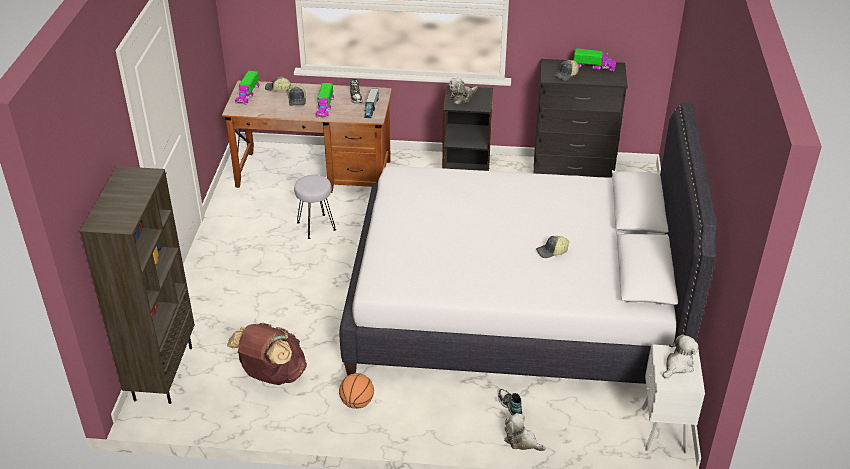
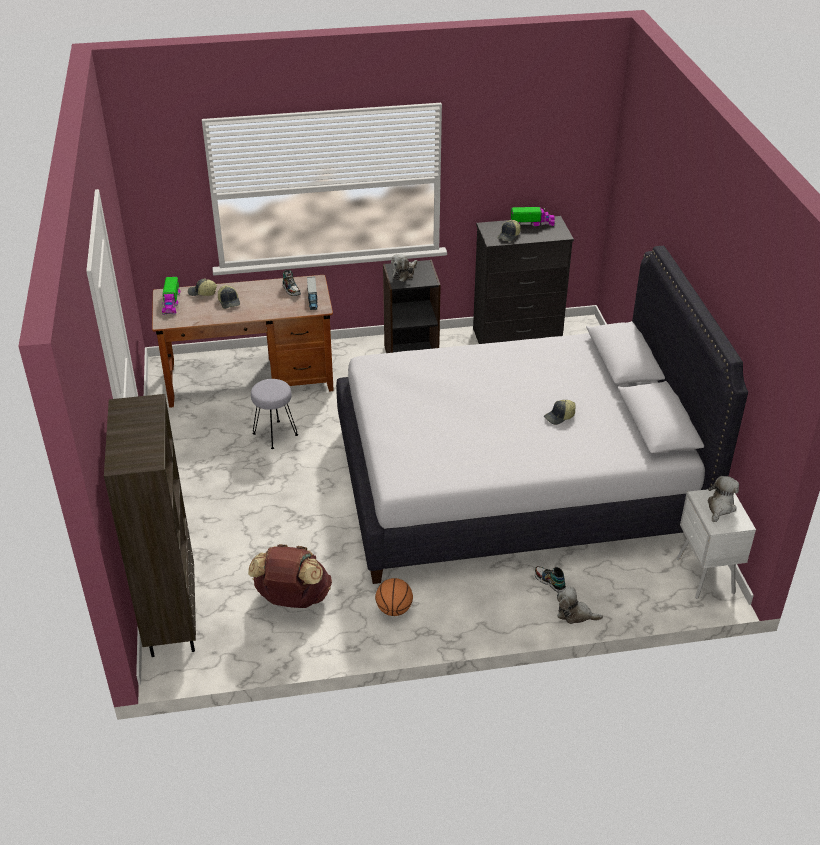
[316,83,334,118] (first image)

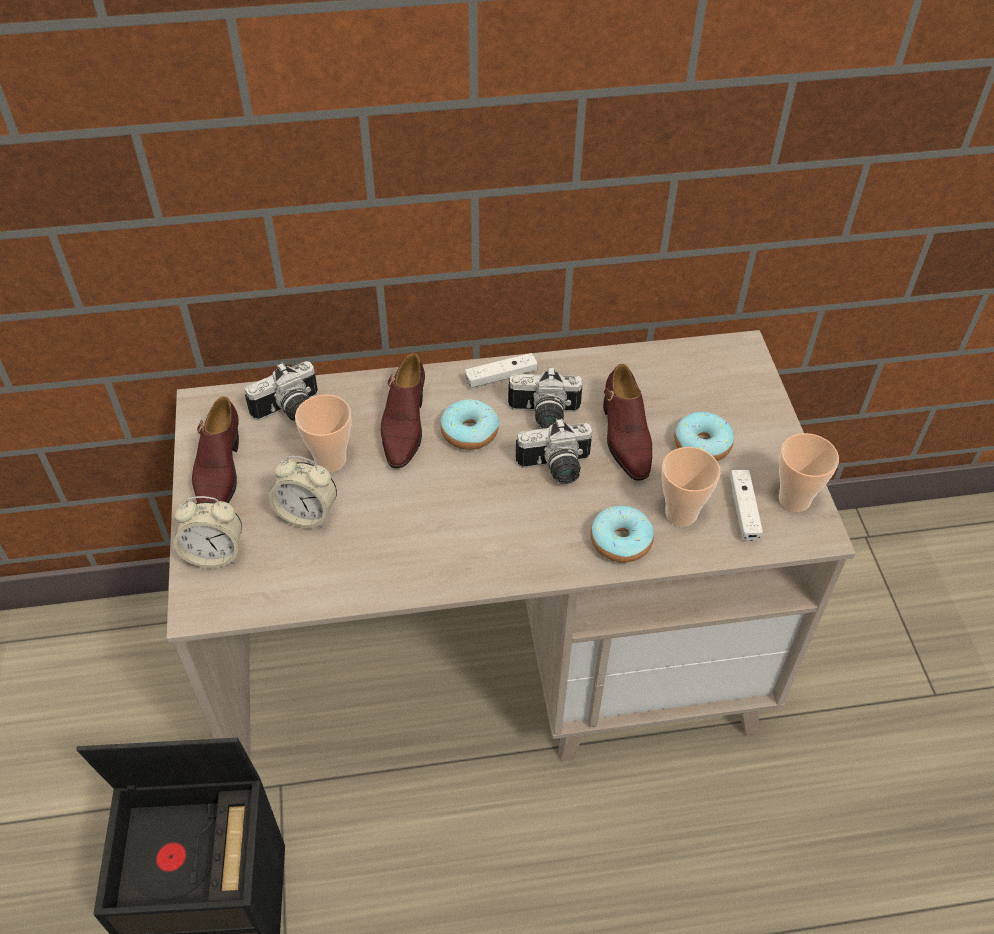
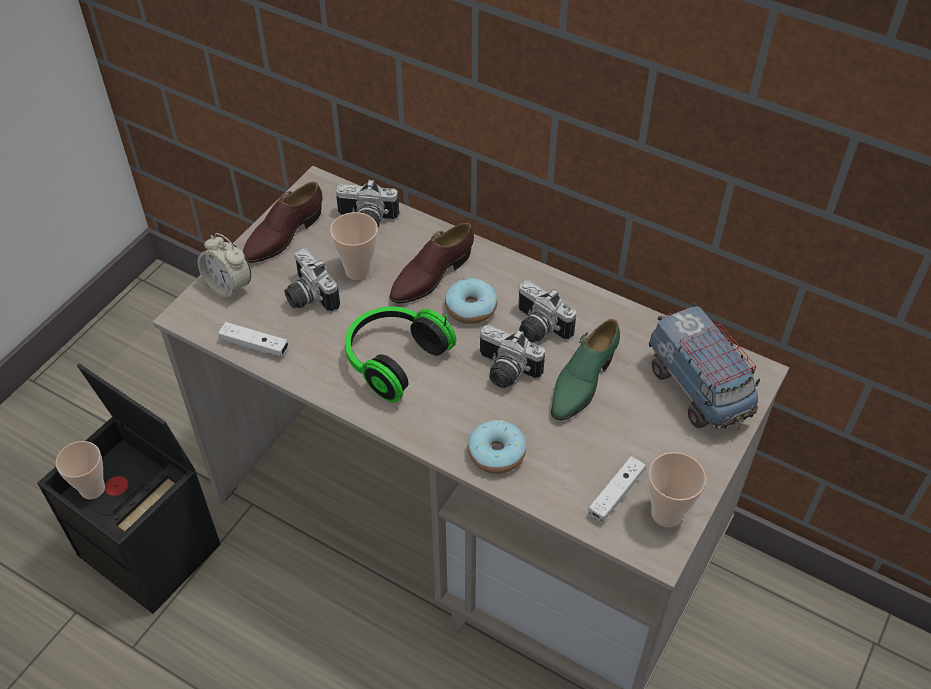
[674,412,734,461] (first image)
[345,307,456,402]
[649,302,760,429]
[218,322,288,357]
[56,441,105,500]
[284,248,340,312]
[551,319,620,420]

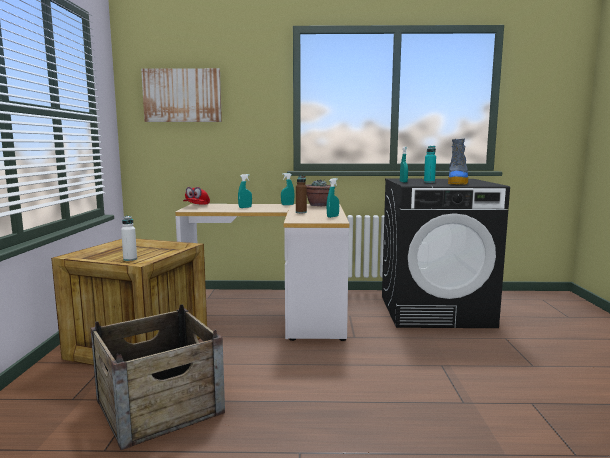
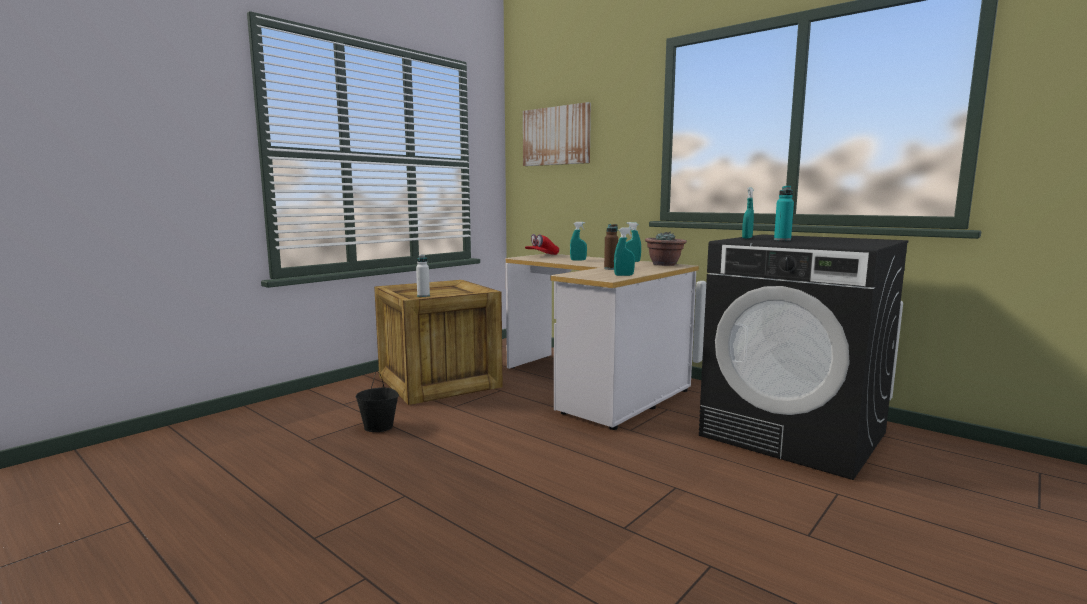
[448,138,468,185] (first image)
[356,371,399,432]

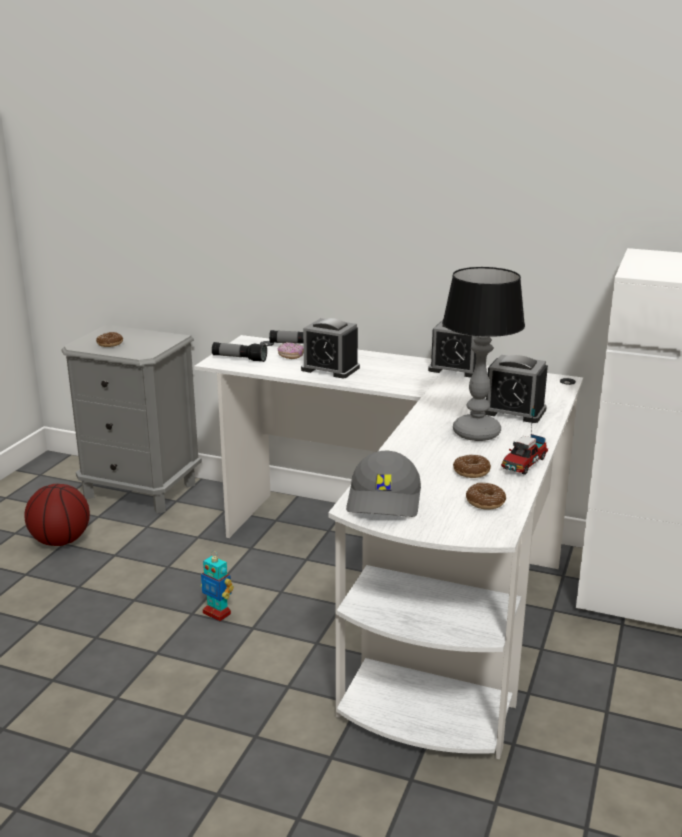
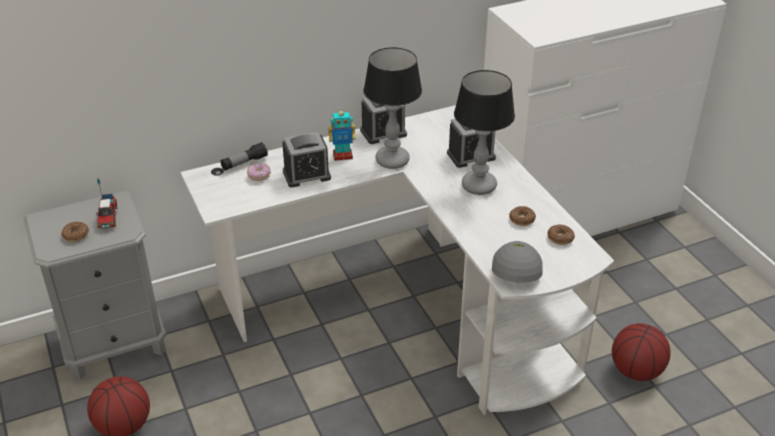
[212,342,267,362] (first image)
[363,47,422,169]
[612,323,671,381]
[328,107,356,161]
[96,179,118,229]
[492,241,543,283]

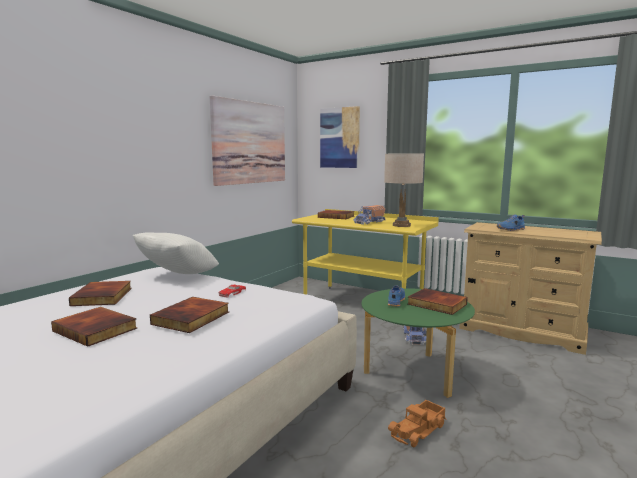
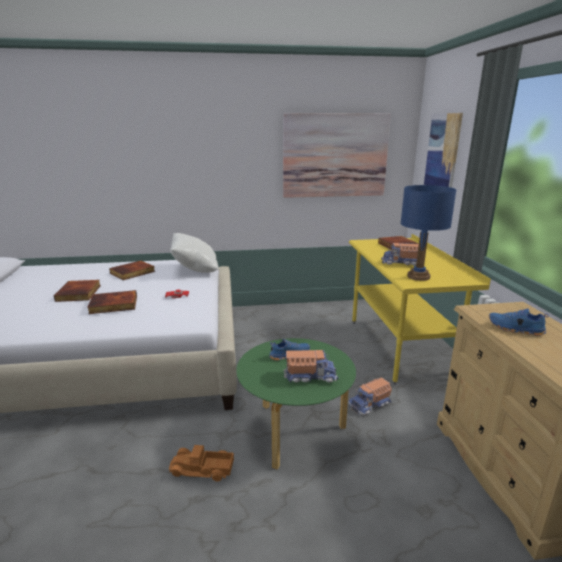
[284,350,338,383]
[400,185,456,281]

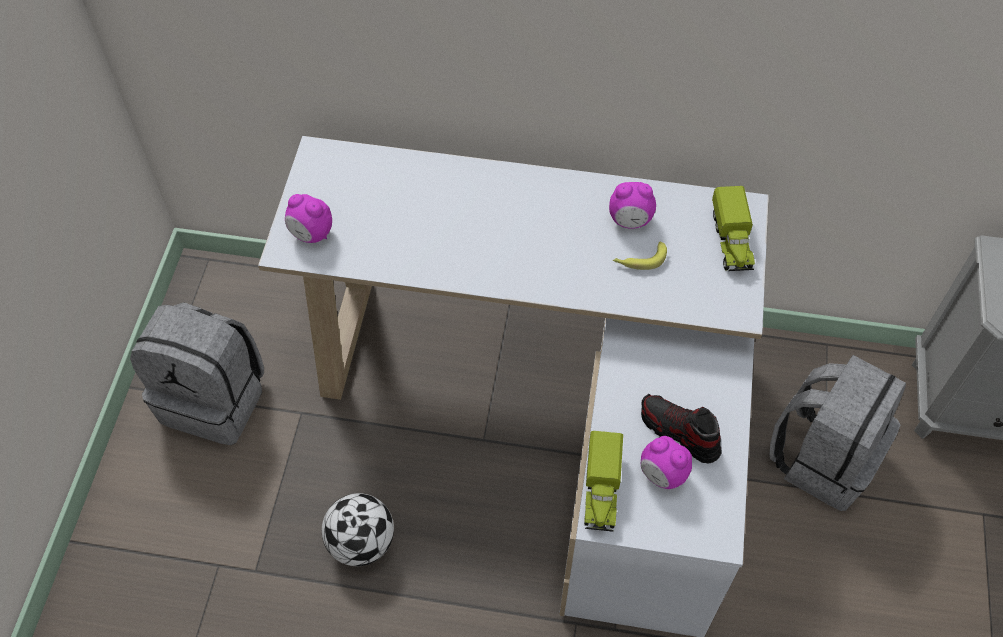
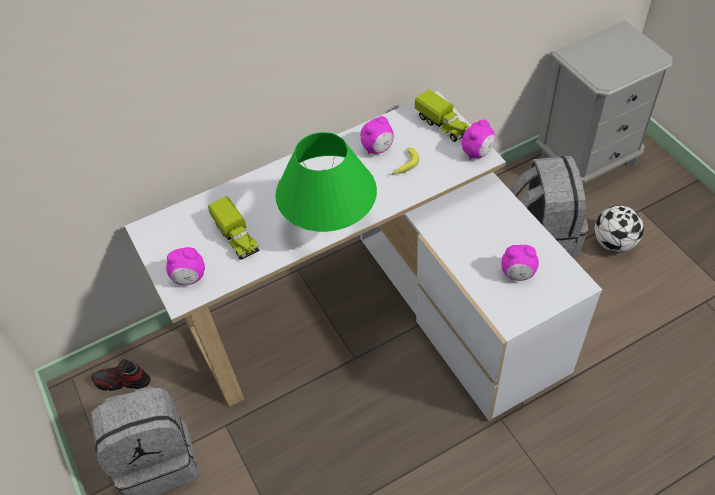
[275,132,377,232]
[462,120,495,160]
[594,205,644,253]
[208,196,260,260]
[91,359,150,391]

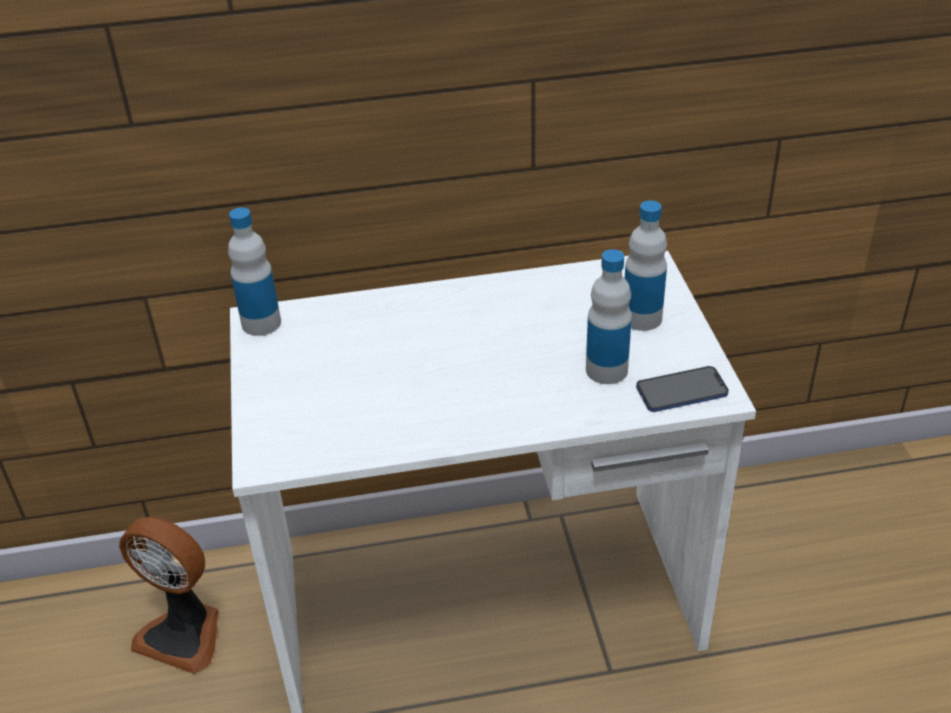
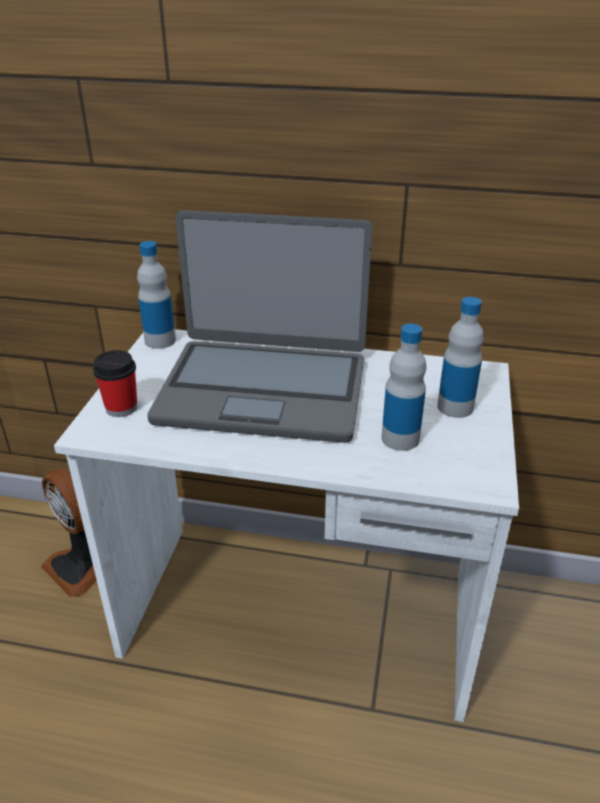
[636,366,729,412] (first image)
[93,350,137,417]
[147,210,372,443]

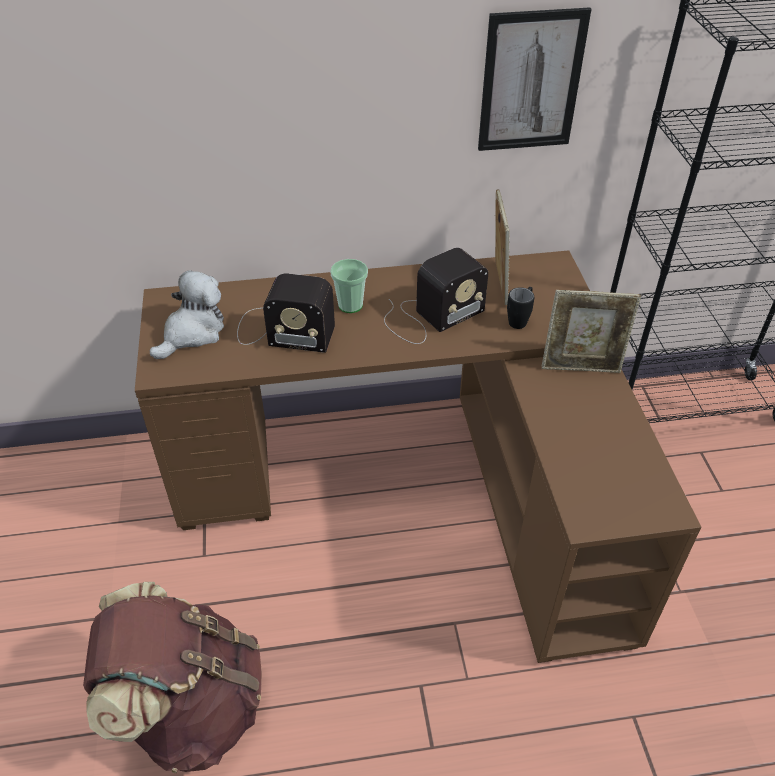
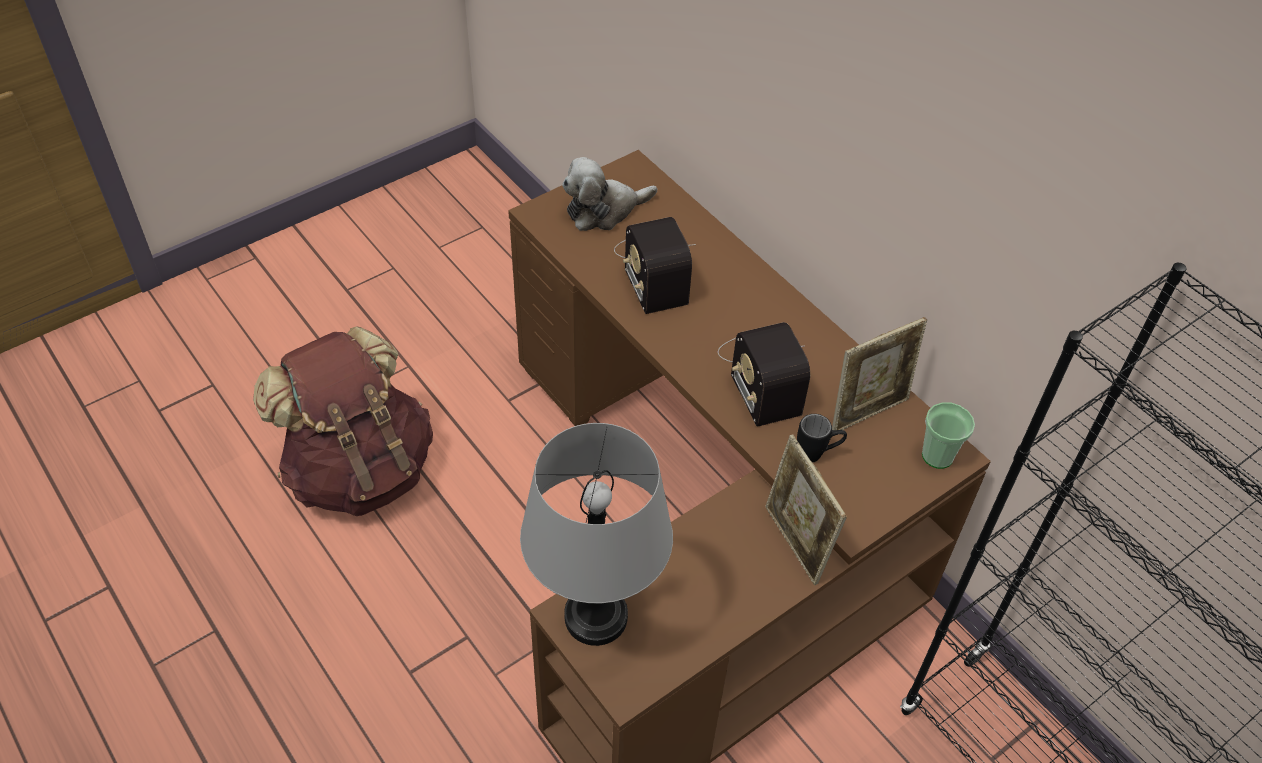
[478,7,592,151] (first image)
[520,423,673,646]
[922,402,975,469]
[562,157,657,231]
[718,322,810,427]

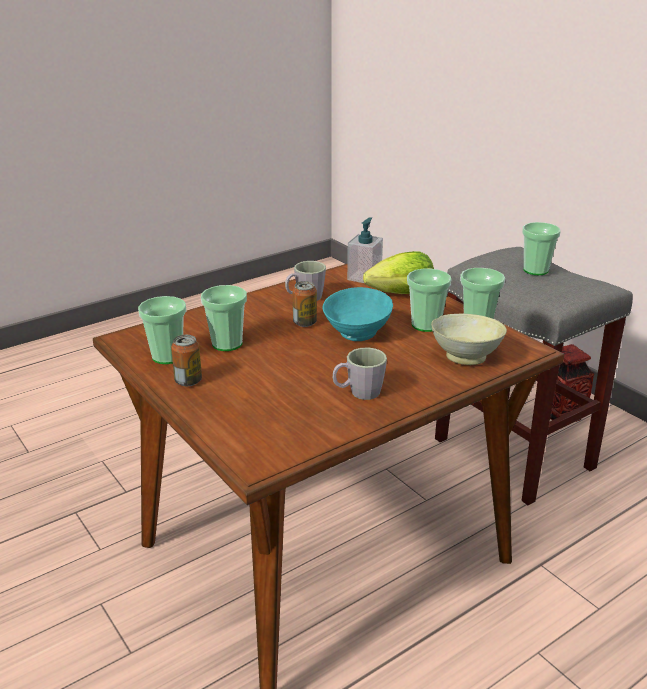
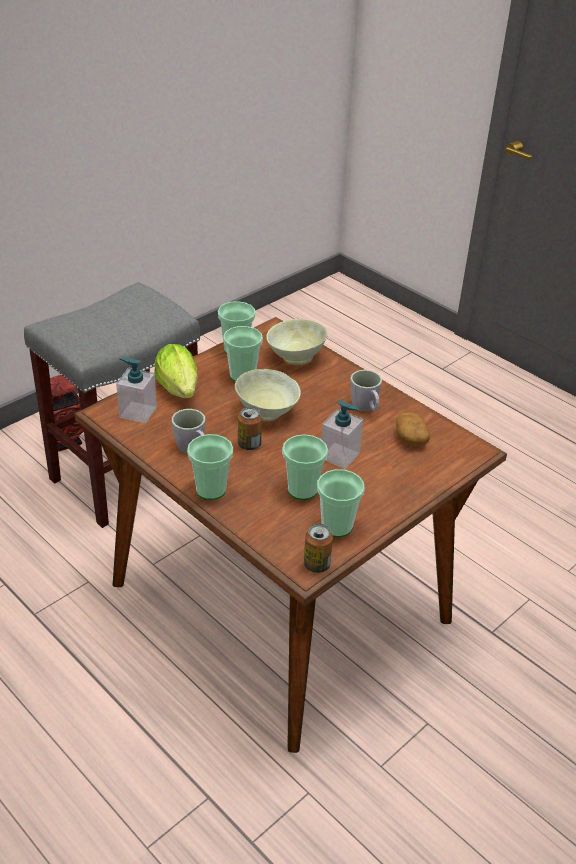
[321,400,363,469]
[396,412,430,446]
[304,524,333,573]
[187,434,233,500]
[235,369,301,421]

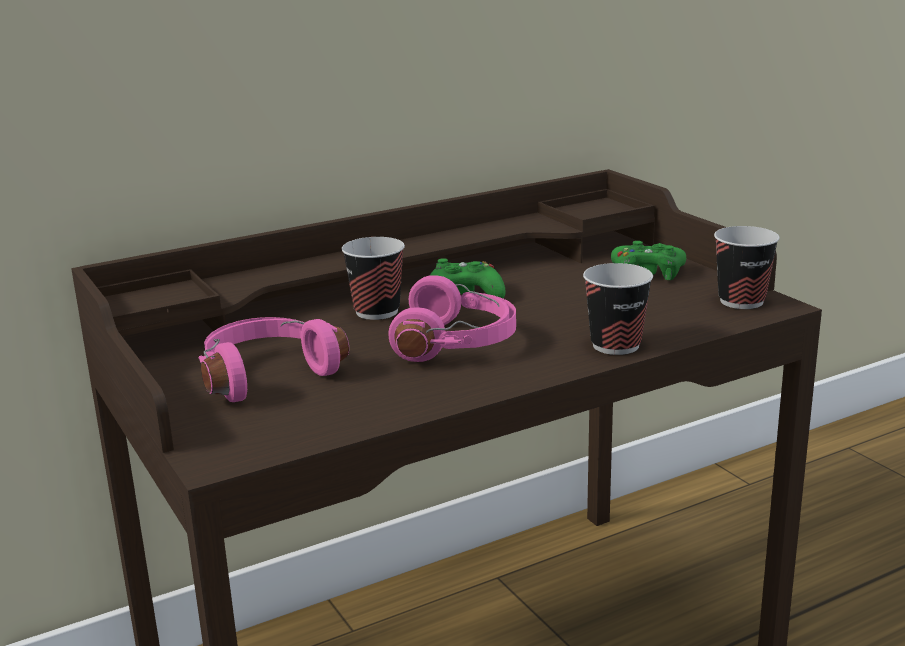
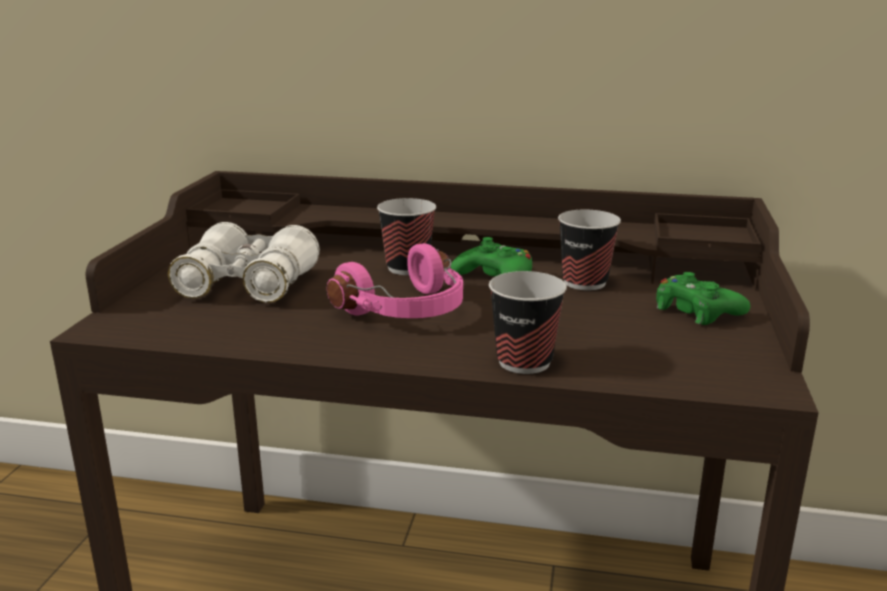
[558,209,621,290]
[168,222,319,303]

